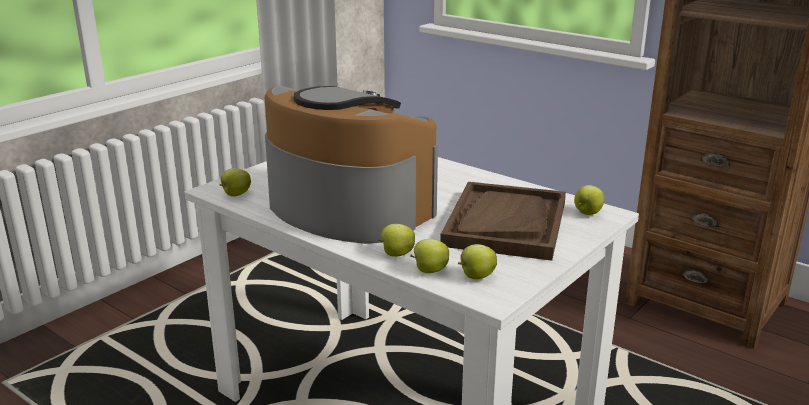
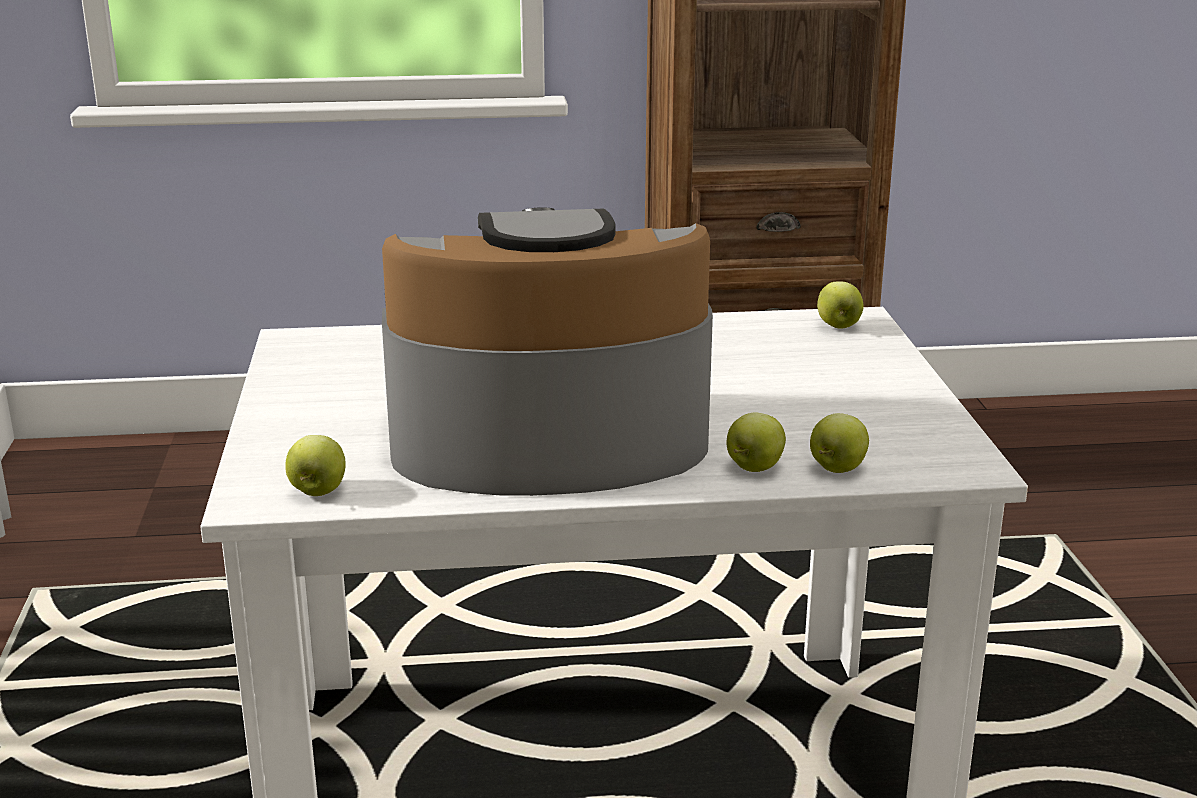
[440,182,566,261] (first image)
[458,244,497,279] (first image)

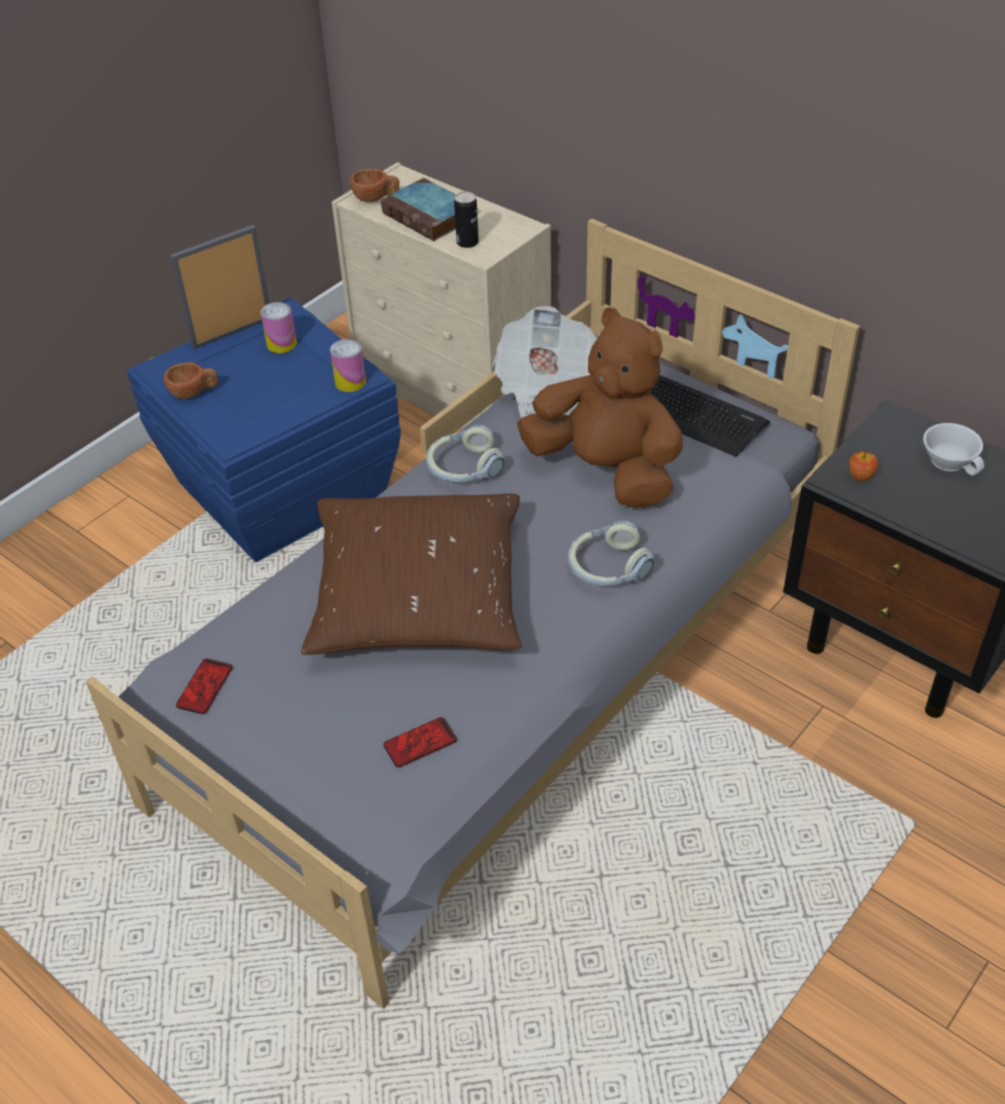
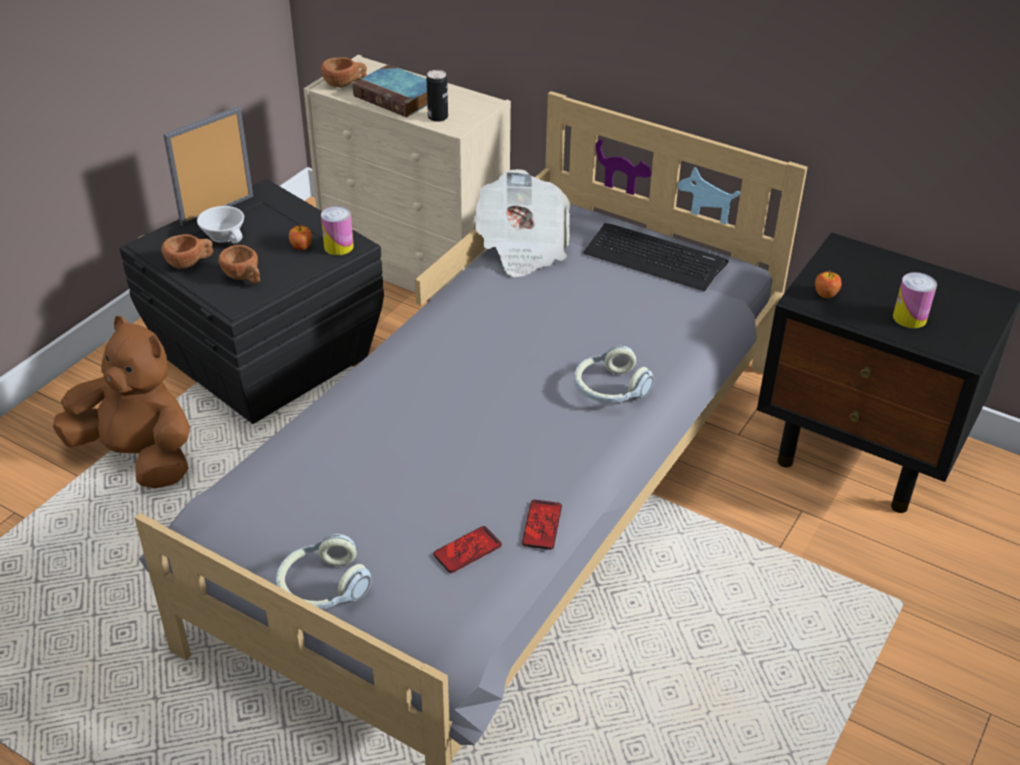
[301,494,522,655] (first image)
[218,245,260,284]
[289,225,312,250]
[522,500,562,550]
[893,272,937,328]
[276,534,371,609]
[53,316,190,489]
[197,206,244,244]
[119,179,384,424]

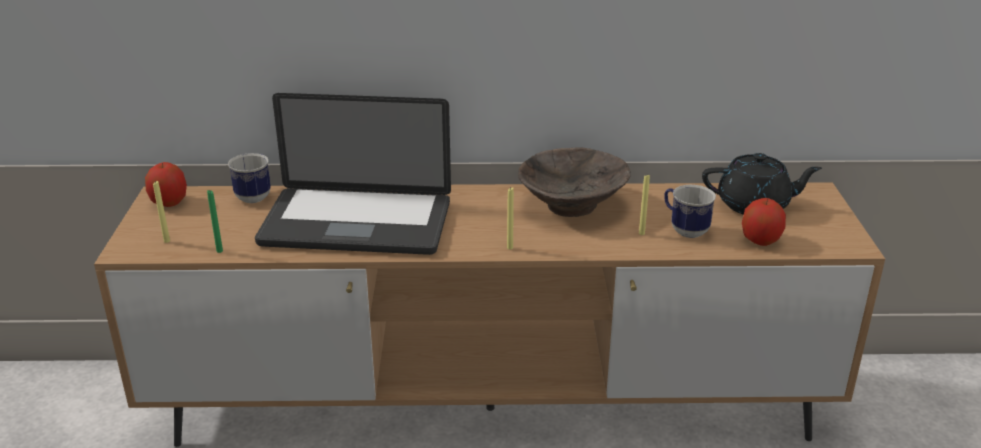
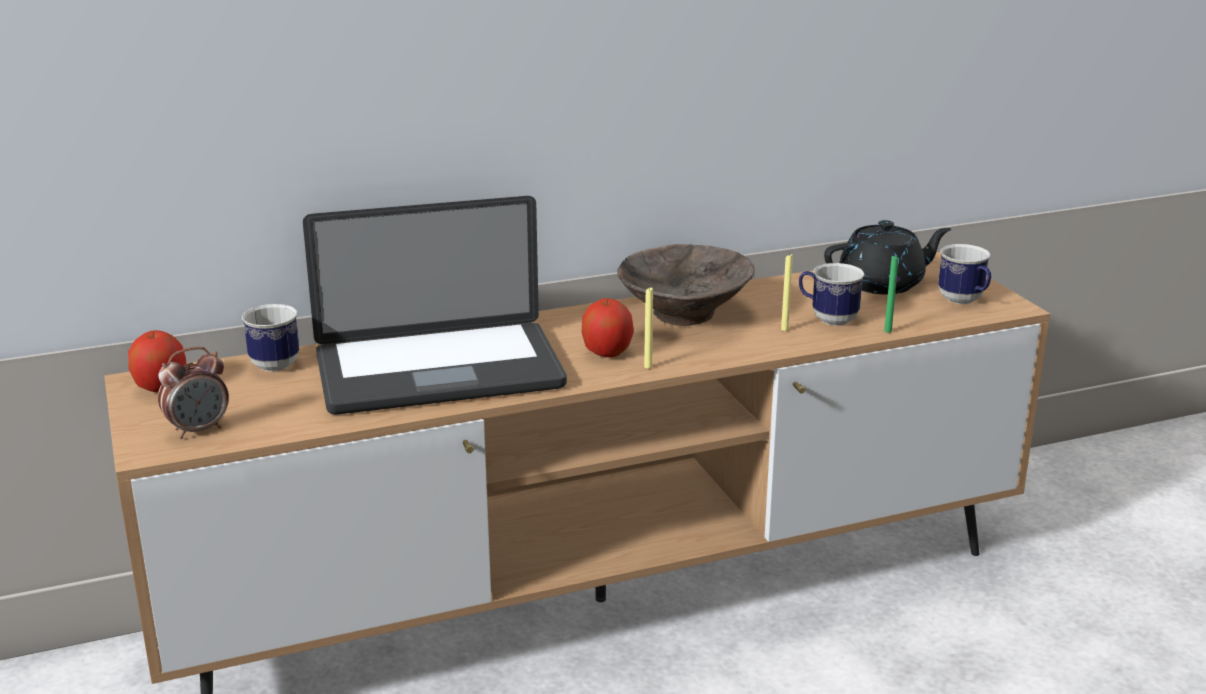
[938,244,991,304]
[884,256,898,333]
[582,298,634,357]
[158,347,229,439]

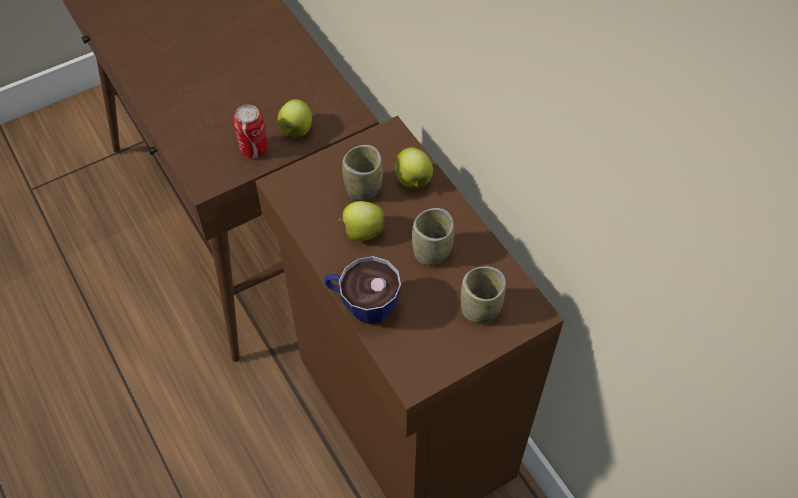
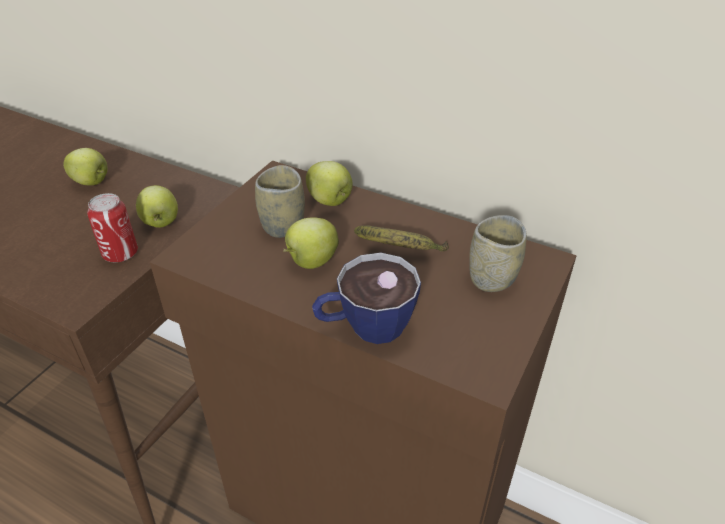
[63,148,107,185]
[354,225,449,252]

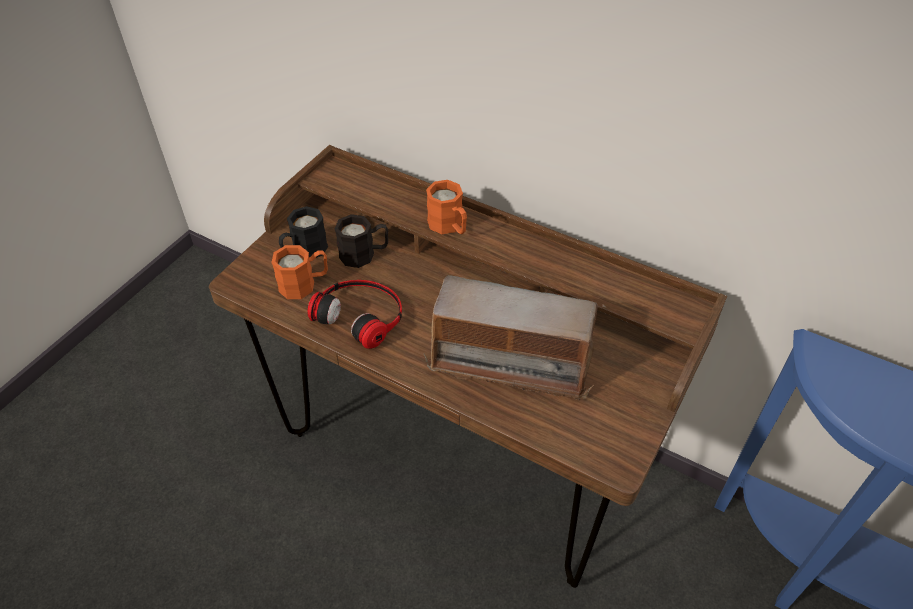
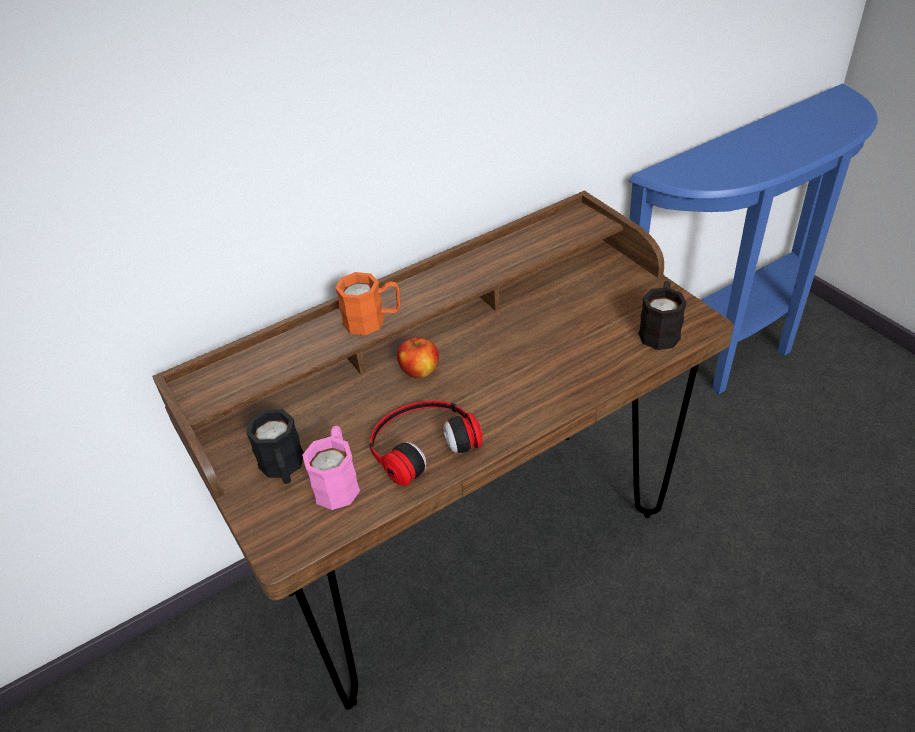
[423,275,605,402] (first image)
[397,337,439,378]
[638,281,687,350]
[302,426,360,510]

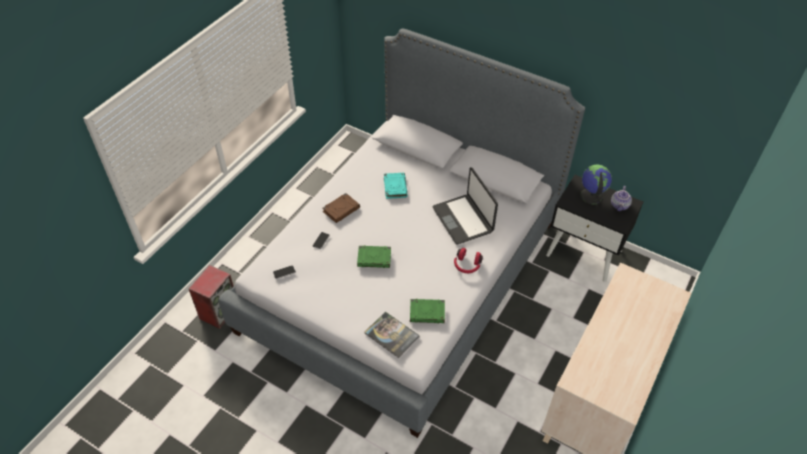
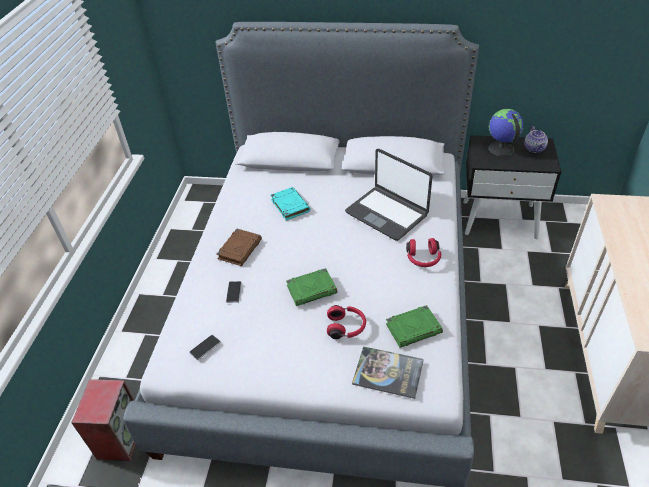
[327,305,366,339]

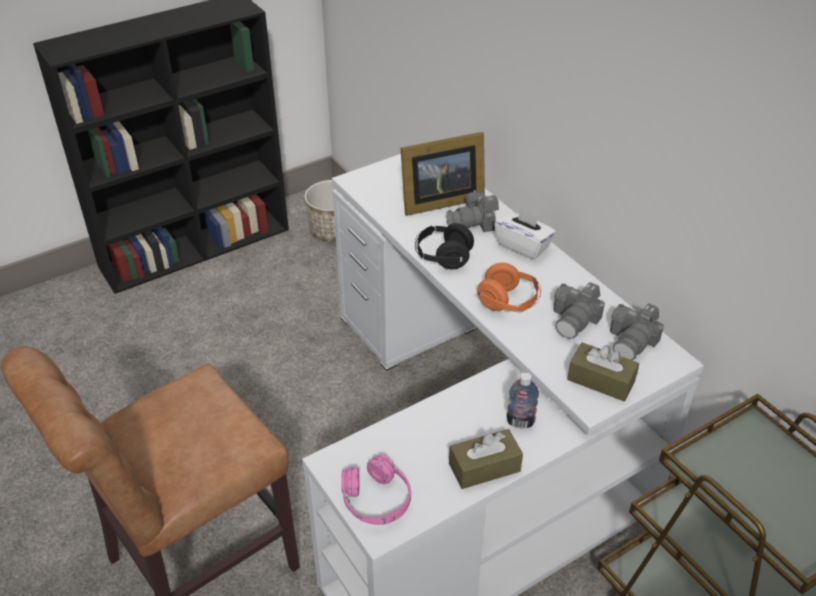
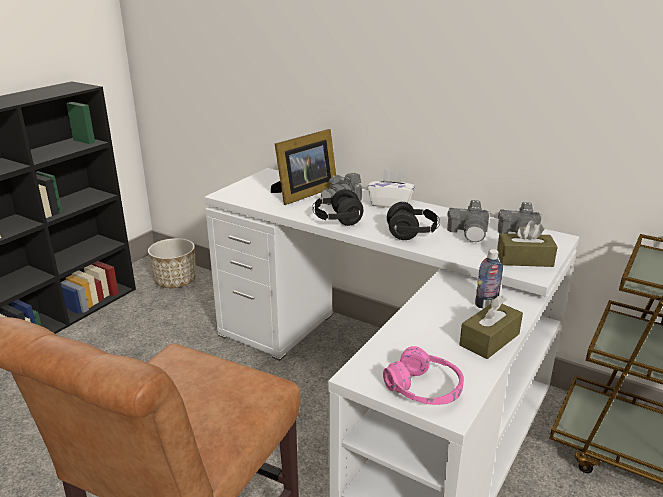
[387,202,440,240]

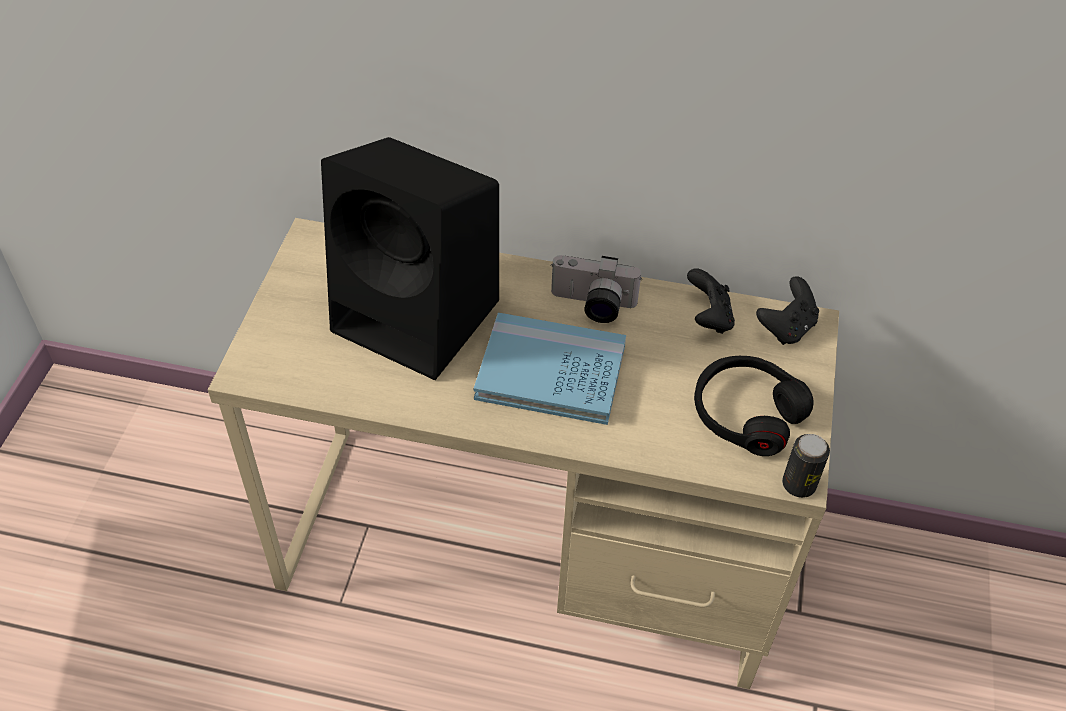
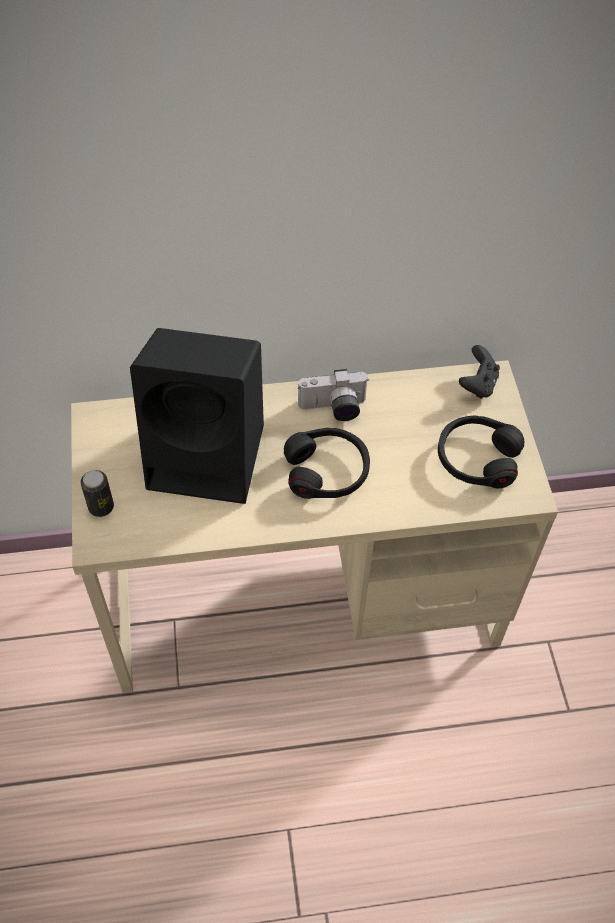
[687,268,735,334] (first image)
[80,470,114,517]
[284,428,370,499]

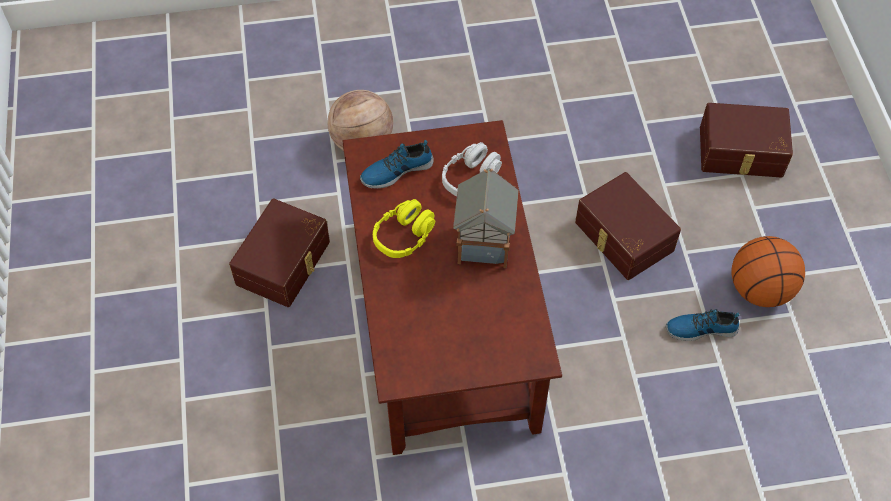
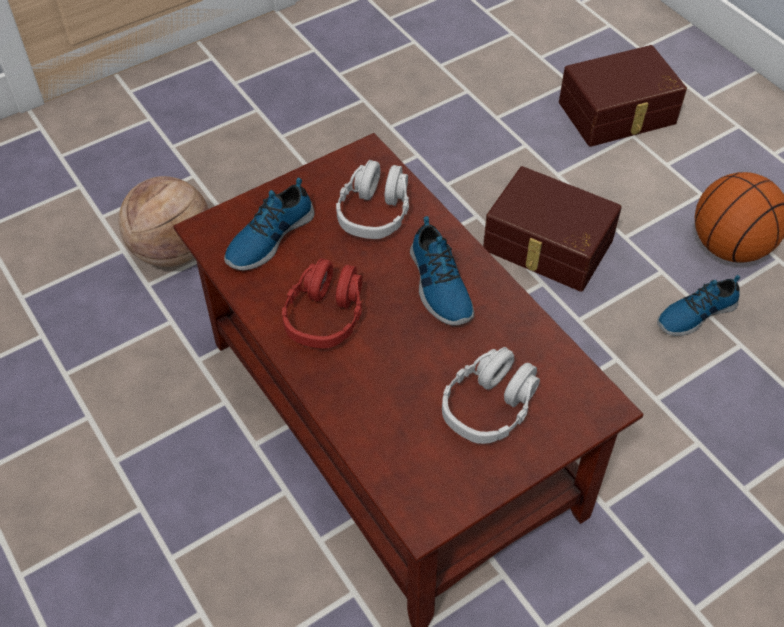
[229,198,330,307] (first image)
[442,347,540,444]
[410,216,474,325]
[282,258,362,349]

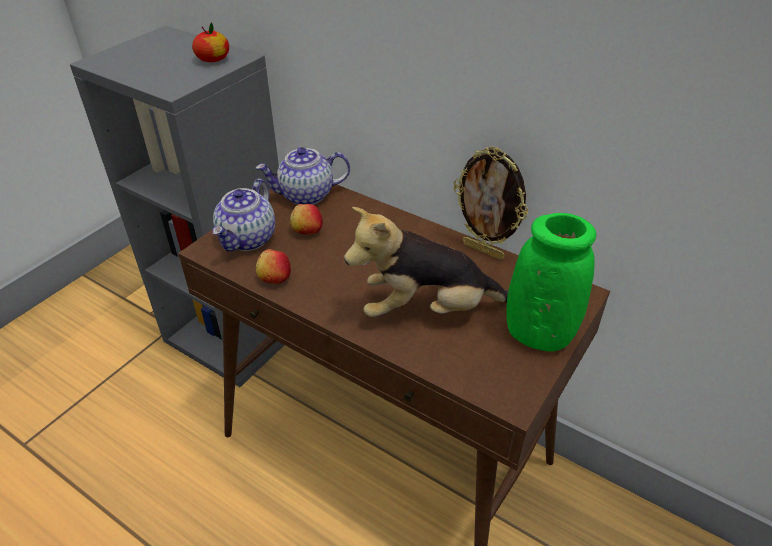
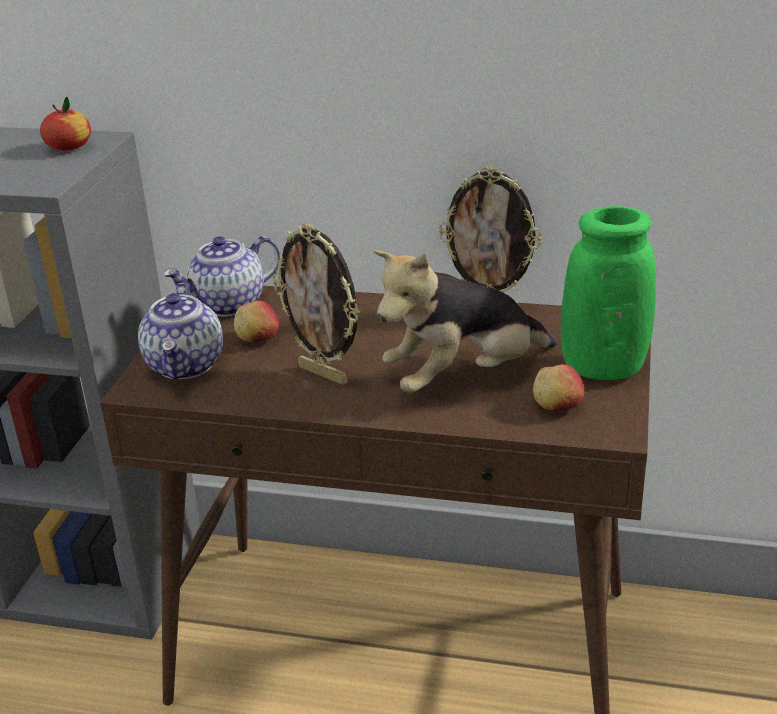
[273,224,360,385]
[533,364,585,411]

